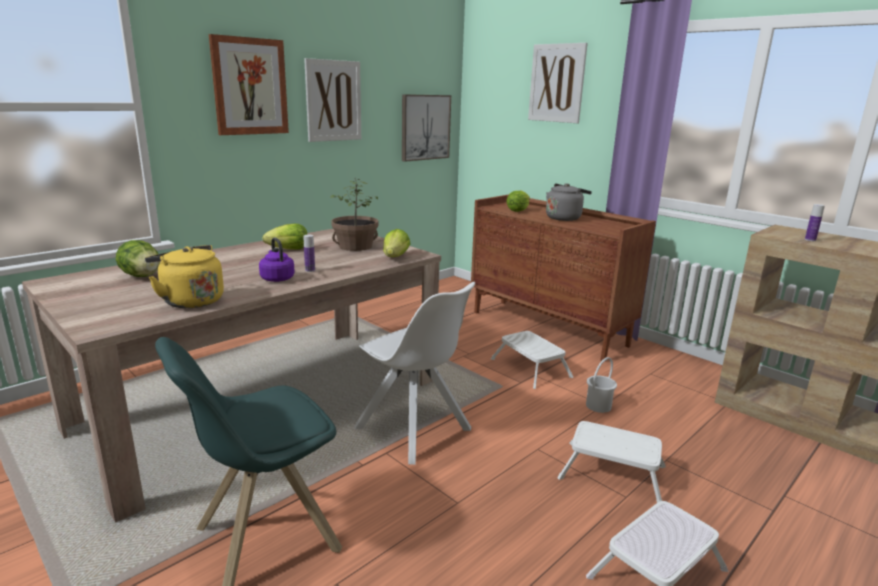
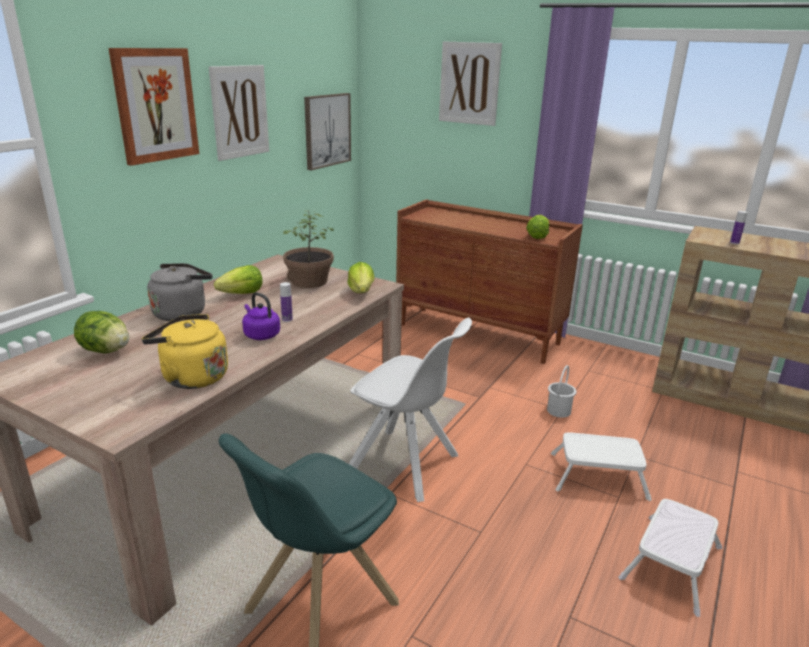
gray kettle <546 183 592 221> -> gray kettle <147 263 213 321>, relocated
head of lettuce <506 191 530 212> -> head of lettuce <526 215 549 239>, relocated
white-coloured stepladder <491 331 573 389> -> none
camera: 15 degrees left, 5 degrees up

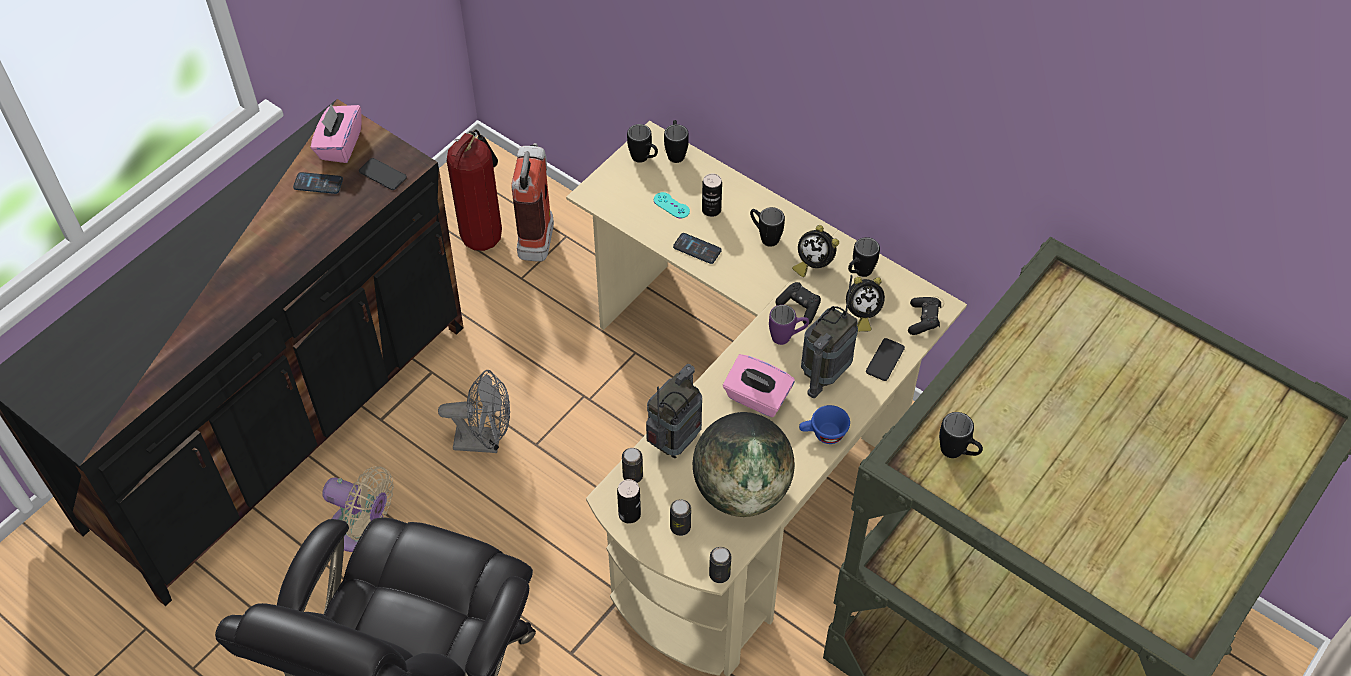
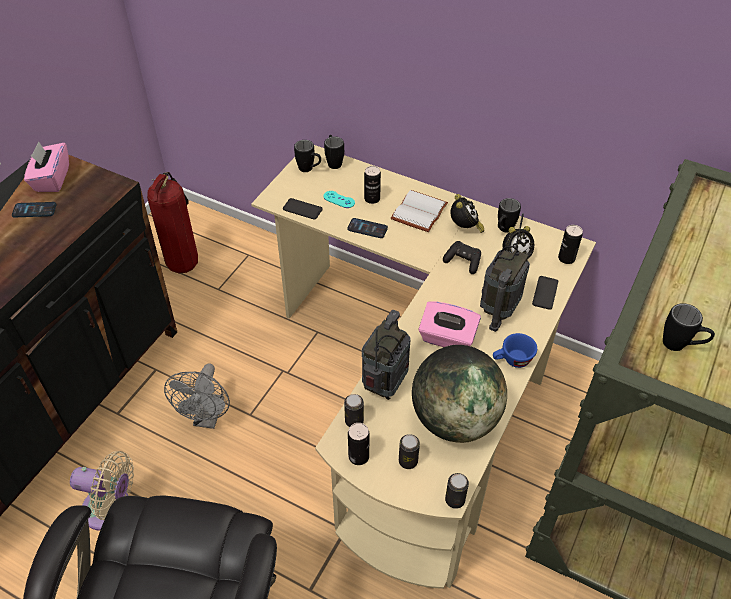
gray electric fan <438 370 510 453> -> gray electric fan <164 364 230 429>, 105 degrees clockwise
handset <359 158 407 190> -> handset <283 198 323 219>, relocated
black coffee mug <750 207 785 247> -> white-coloured bound book <391 190 448 232>
alarm clock <792 225 839 277> -> alarm clock <450 194 485 233>, 120 degrees counterclockwise
black gamepad <908 297 941 335> -> metal can <558 225 583 264>
fire-fighting cylinder <511 143 554 262> -> none
purple coffee mug <769 305 809 345> -> none
camera: 10 degrees left, 5 degrees down

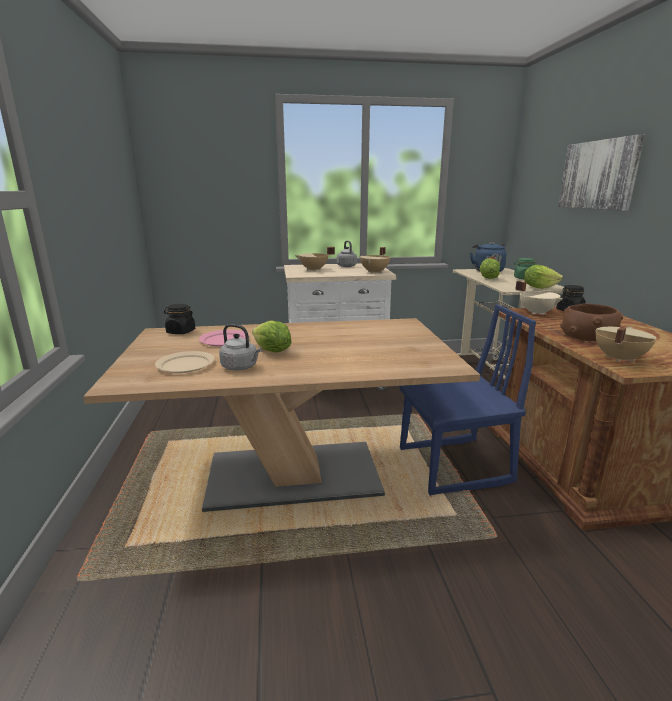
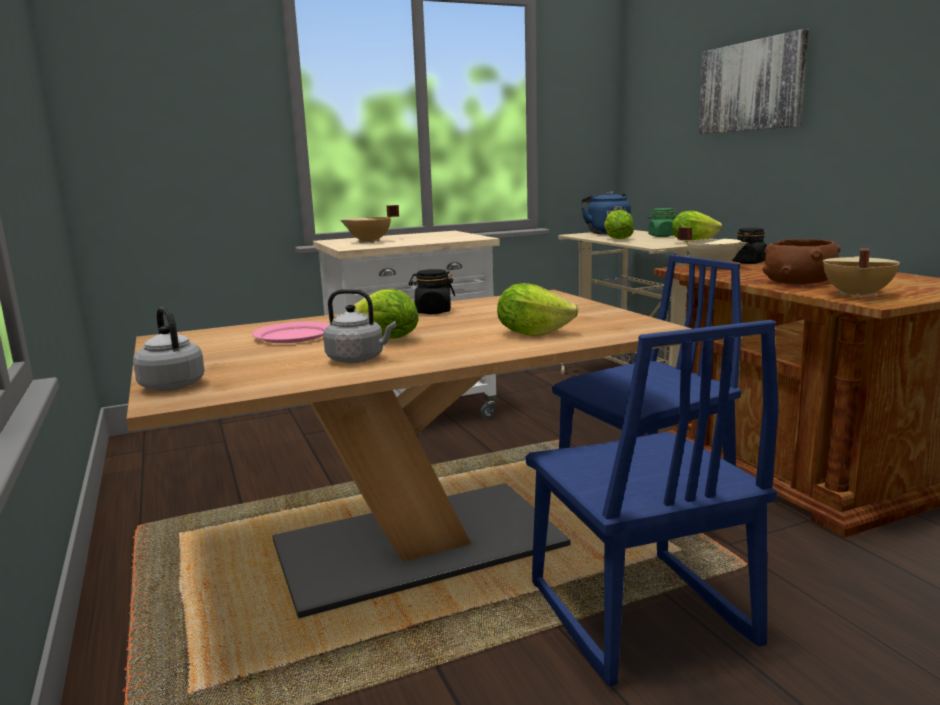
gray kettle <337 241 357 267> -> gray kettle <133 307 205 391>, relocated
black preserve jar <164 304 195 334> -> black preserve jar <409 269 455 314>, relocated
none -> head of lettuce <497 283 579 336>
none -> blue plain chair <525 320 779 687>
beige dinner plate <155 351 215 373> -> none
beige cooking pot <360 247 390 273> -> none
camera: 15 degrees left, 5 degrees down

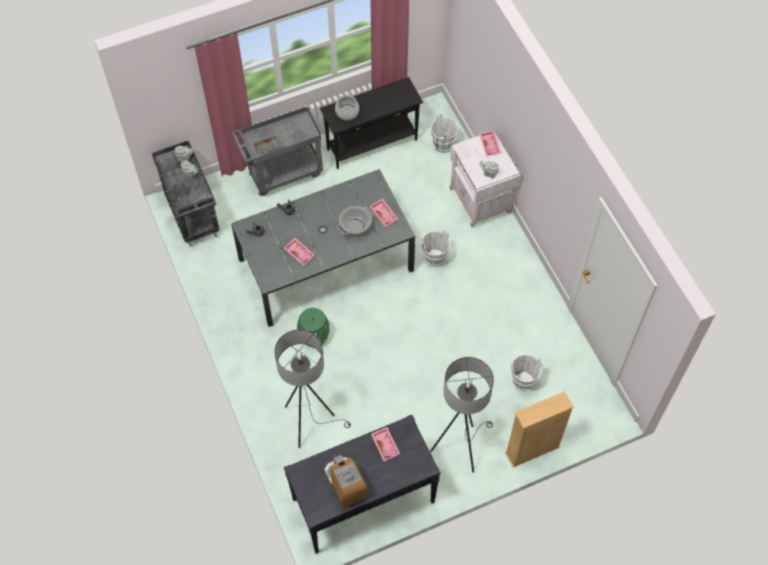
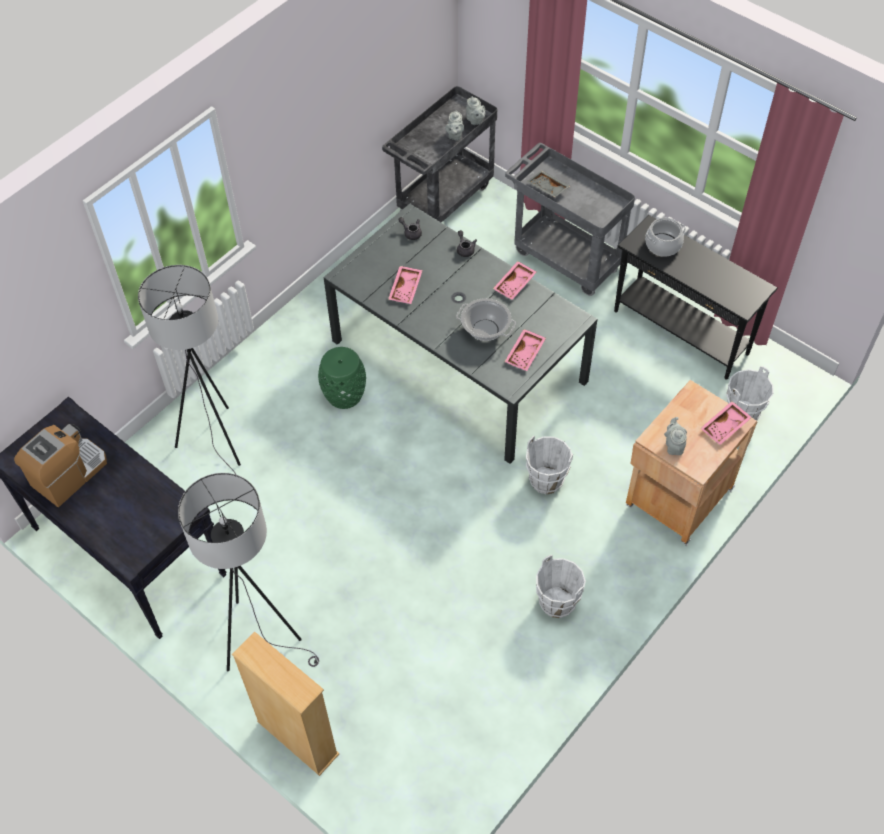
pink serving tray <371 427 400 461> -> pink serving tray <493 261 536 300>, relocated
white-coloured pail <511 354 542 391> -> white-coloured pail <536 555 586 618>, relocated
white-coloured trolley <449 133 520 228> -> brown-coloured trolley <626 380 758 547>
camera: 65 degrees right, 5 degrees down

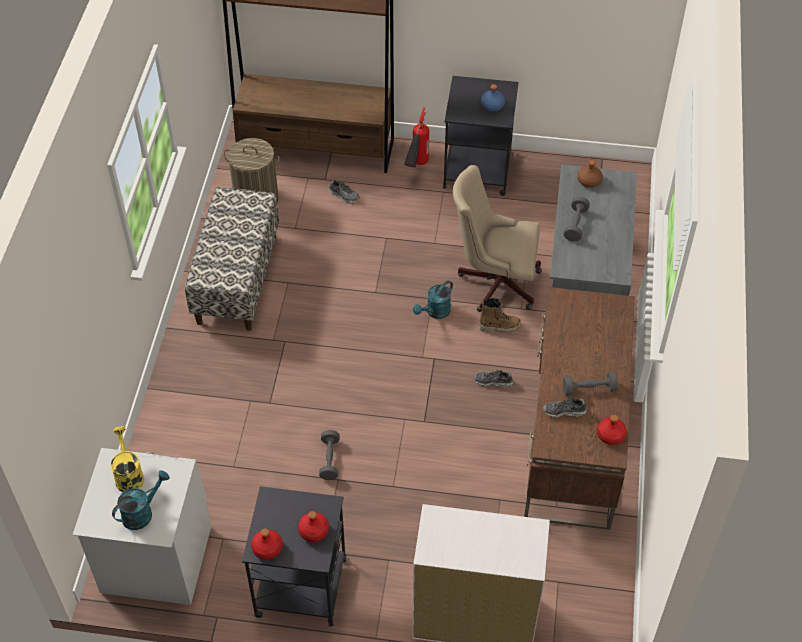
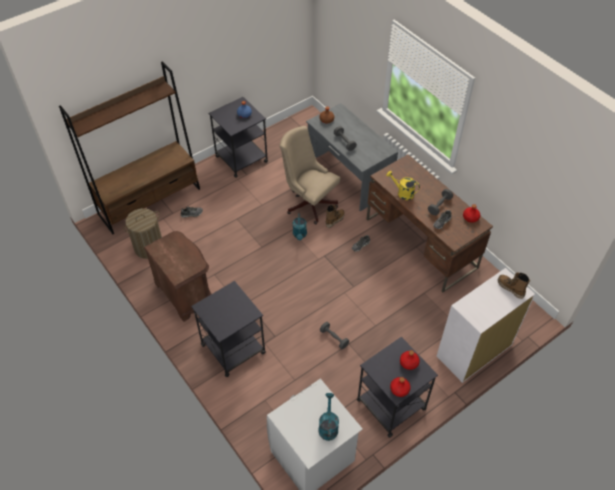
bench <185 187 279 331> -> brown-coloured bedside table <144 231 212 322>
none -> black trolley <191 281 266 377>
beige computer chair <453 165 542 312> -> beige computer chair <279 126 340 224>, 75 degrees clockwise
yellowish sprinkling can <111 426 144 492> -> yellowish sprinkling can <386 171 420 200>, relocated
none -> tall boot <497 272 530 299>
fire-fighting cylinder <404 107 429 167> -> none
camera: 45 degrees left, 0 degrees up

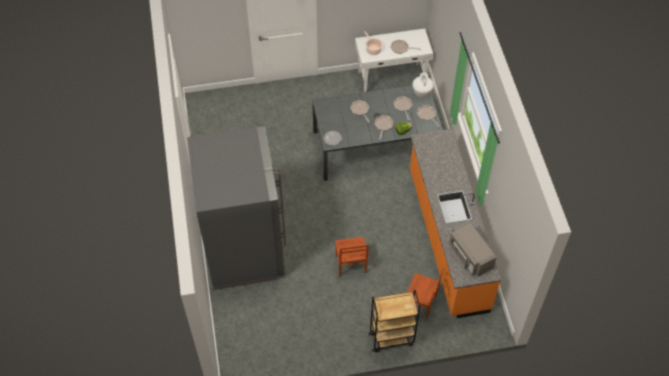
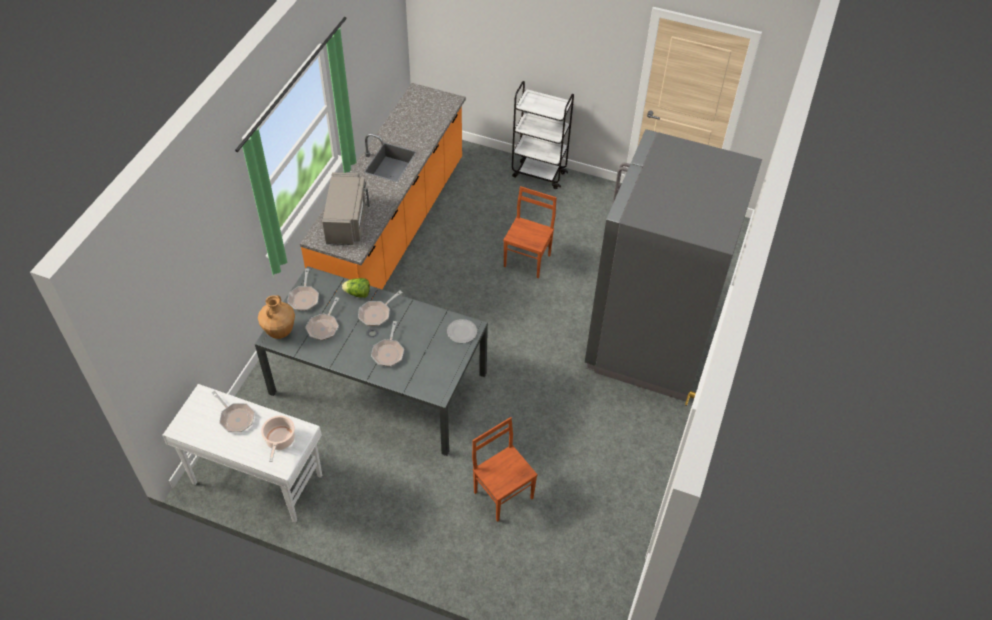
white-coloured flower vase <412 72 434 98> -> brown-coloured flower vase <258 295 295 339>
gray kitchen microwave <449 221 497 276> -> gray kitchen microwave <322 172 370 245>, relocated
brown-coloured plain chair <407 268 444 319> -> brown-coloured plain chair <472 417 538 522>, relocated
brown-coloured trolley <368 290 420 352> -> white-coloured trolley <512 81 574 189>
camera: 150 degrees left, 5 degrees down

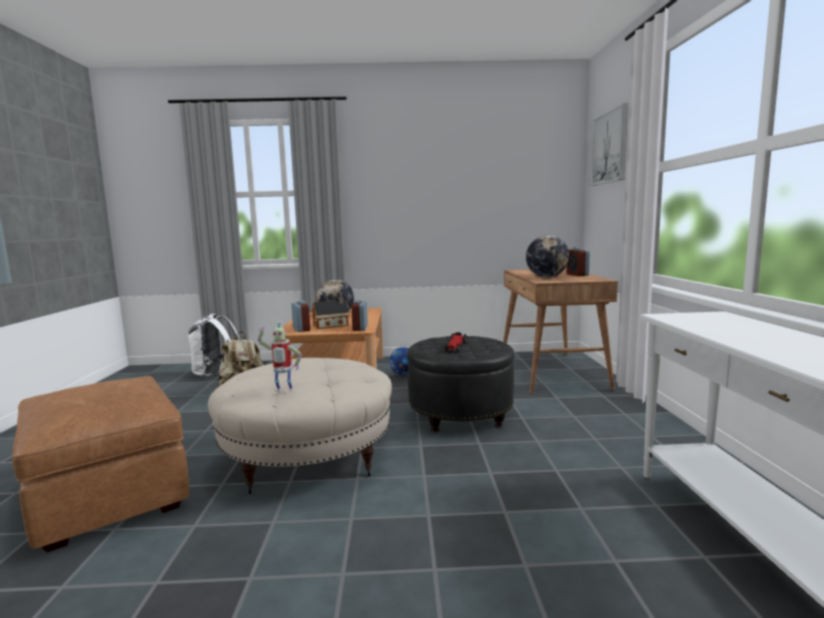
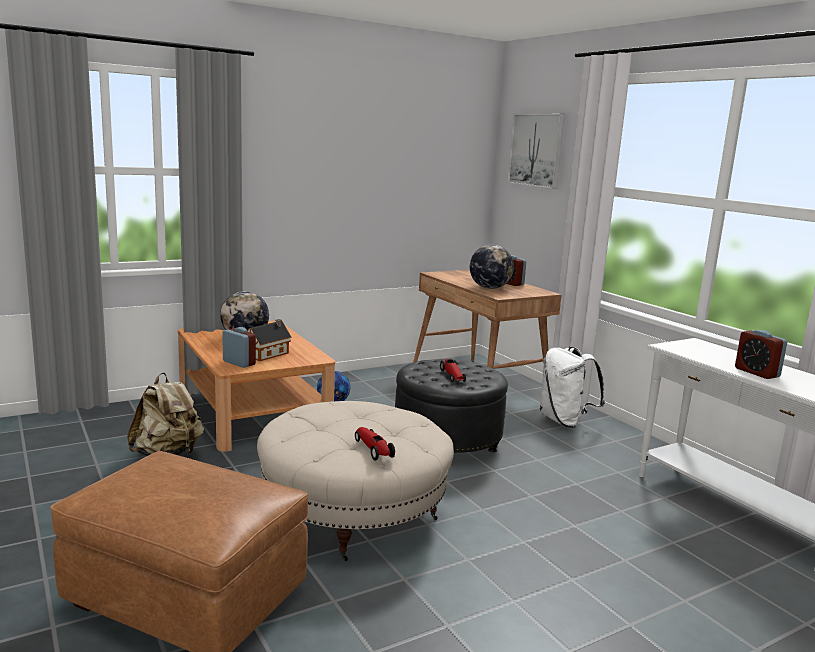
robot figure <257 321 302 392> -> miniature car <355 427 395 461>
white-coloured backpack <188 314 240 378> -> white-coloured backpack <540 347 605 428>, relocated
alarm clock <351 300 368 331> -> alarm clock <735 330 787 379>, relocated
camera: 30 degrees left, 5 degrees up

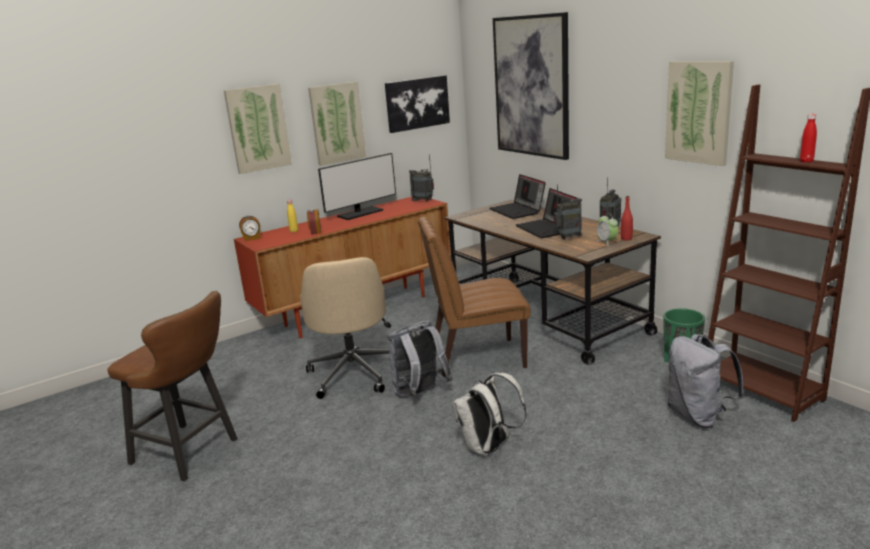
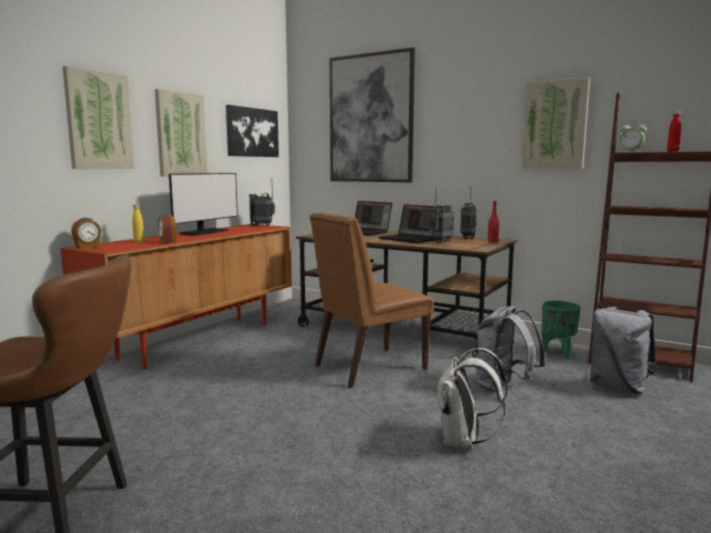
gray backpack <387 321 453 398> -> gray backpack <476 306 545 391>, relocated
alarm clock <597 213 618 246> -> alarm clock <618 121 647 153>, relocated
beige computer chair <300 257 391 399> -> none
camera: 25 degrees left, 10 degrees down

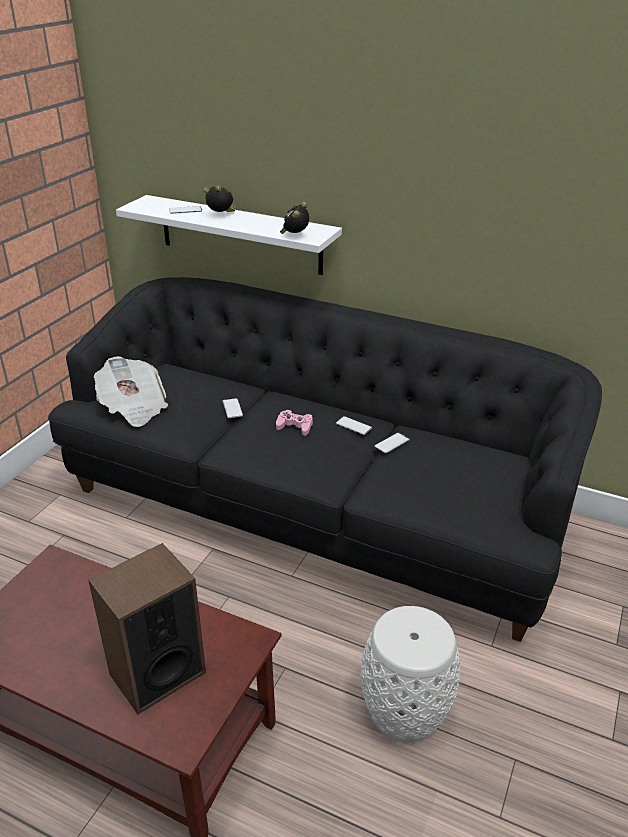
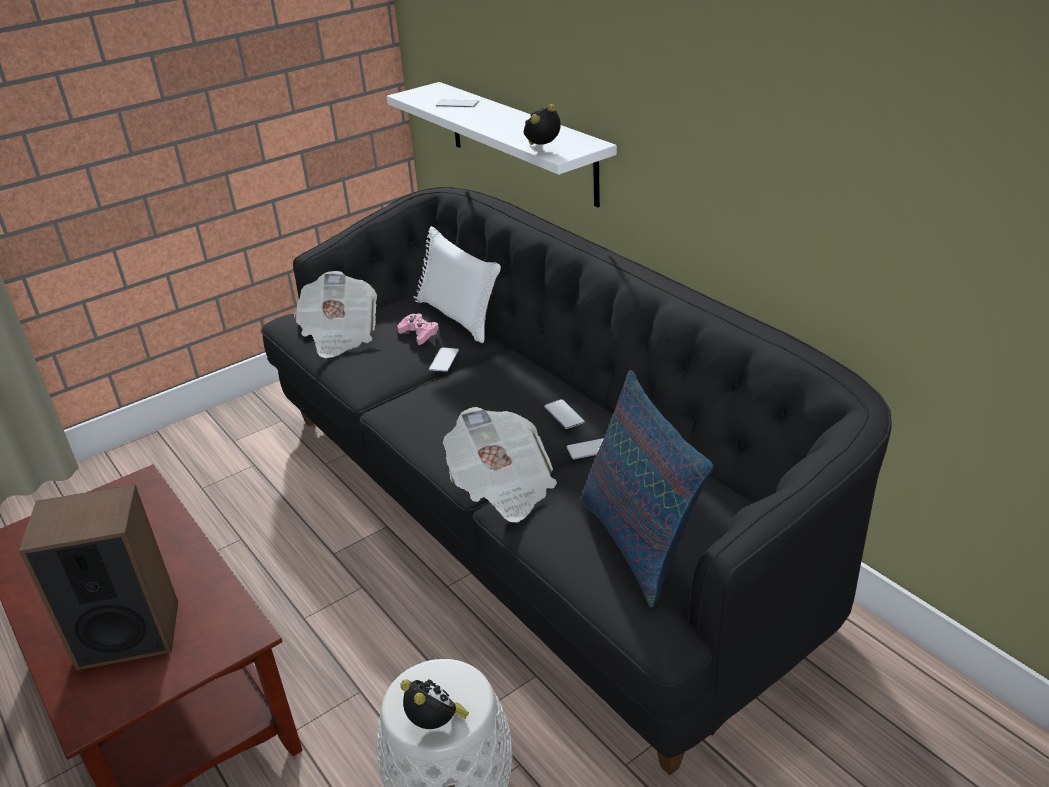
pink gamepad <276 410 313 436> -> pink gamepad <397 313 440 345>, relocated
alarm clock <203 185 236 212> -> alarm clock <400 679 469 729>, relocated
none -> white-coloured throw pillow <413 226 501 343>
none -> printed paper <443 407 557 522>
none -> blue throw pillow <580 370 714 608>
camera: 30 degrees right, 0 degrees up

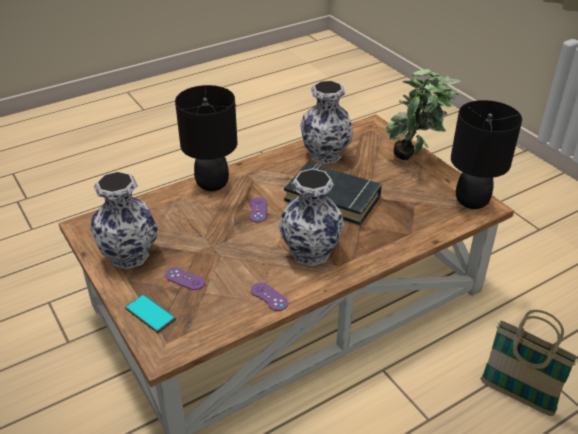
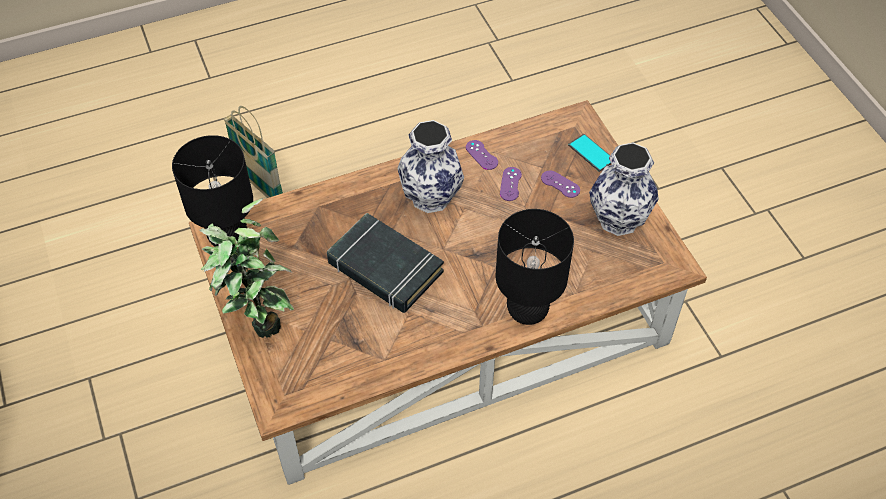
purple gamepad <250 197 267 223> -> purple gamepad <500 167 522 201>, relocated
flower vase <300 81 353 164> -> none
camera: 170 degrees left, 15 degrees up

